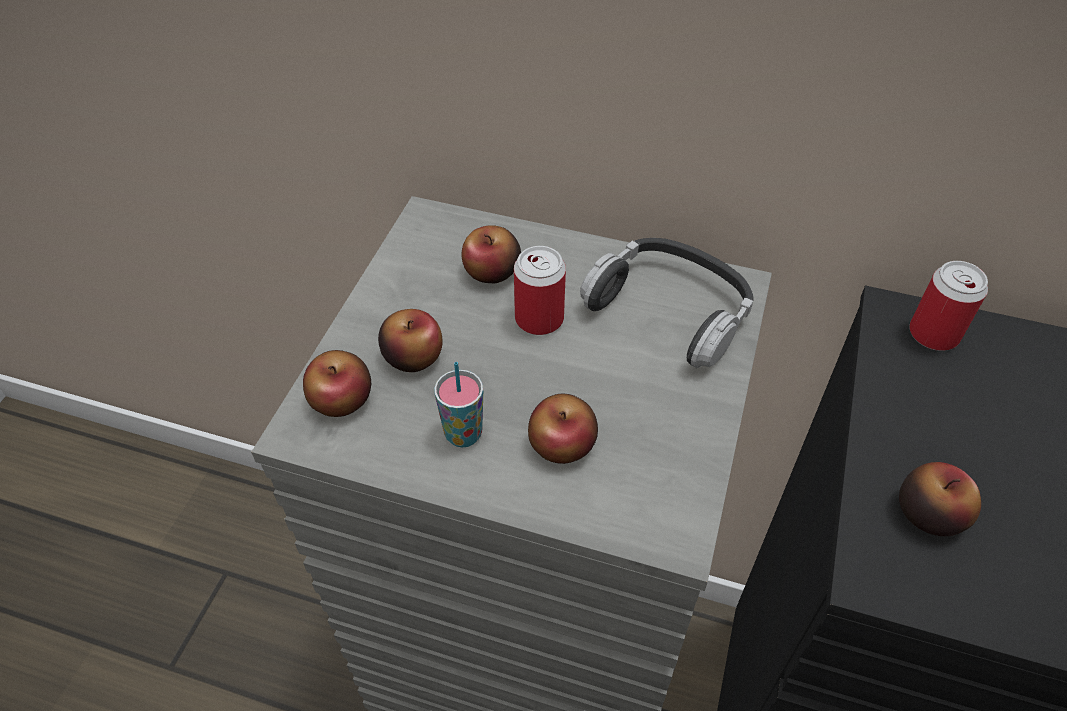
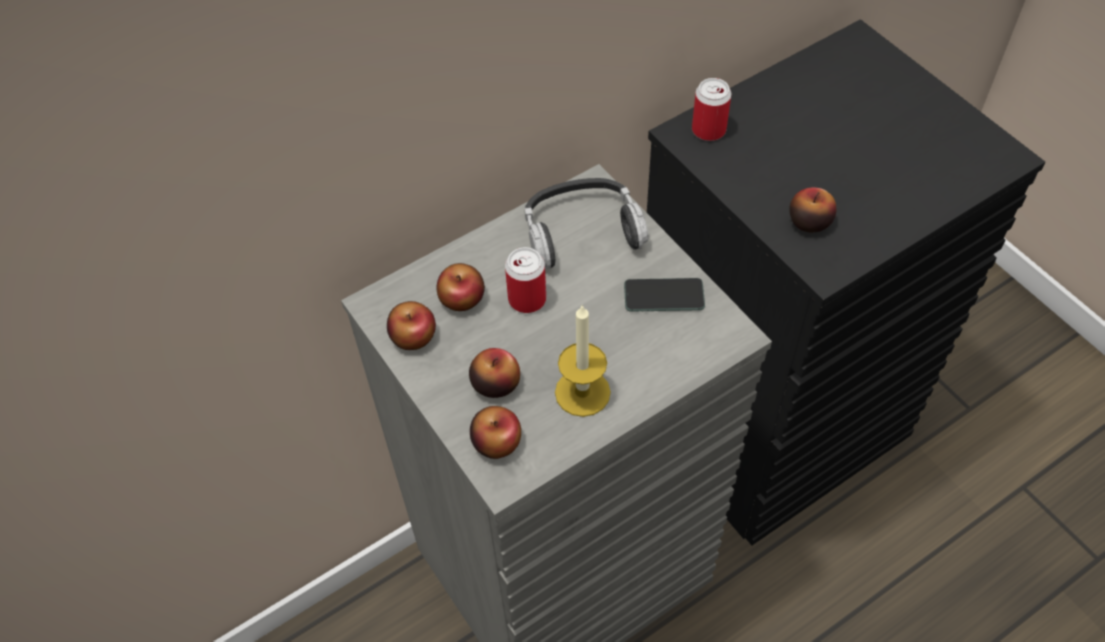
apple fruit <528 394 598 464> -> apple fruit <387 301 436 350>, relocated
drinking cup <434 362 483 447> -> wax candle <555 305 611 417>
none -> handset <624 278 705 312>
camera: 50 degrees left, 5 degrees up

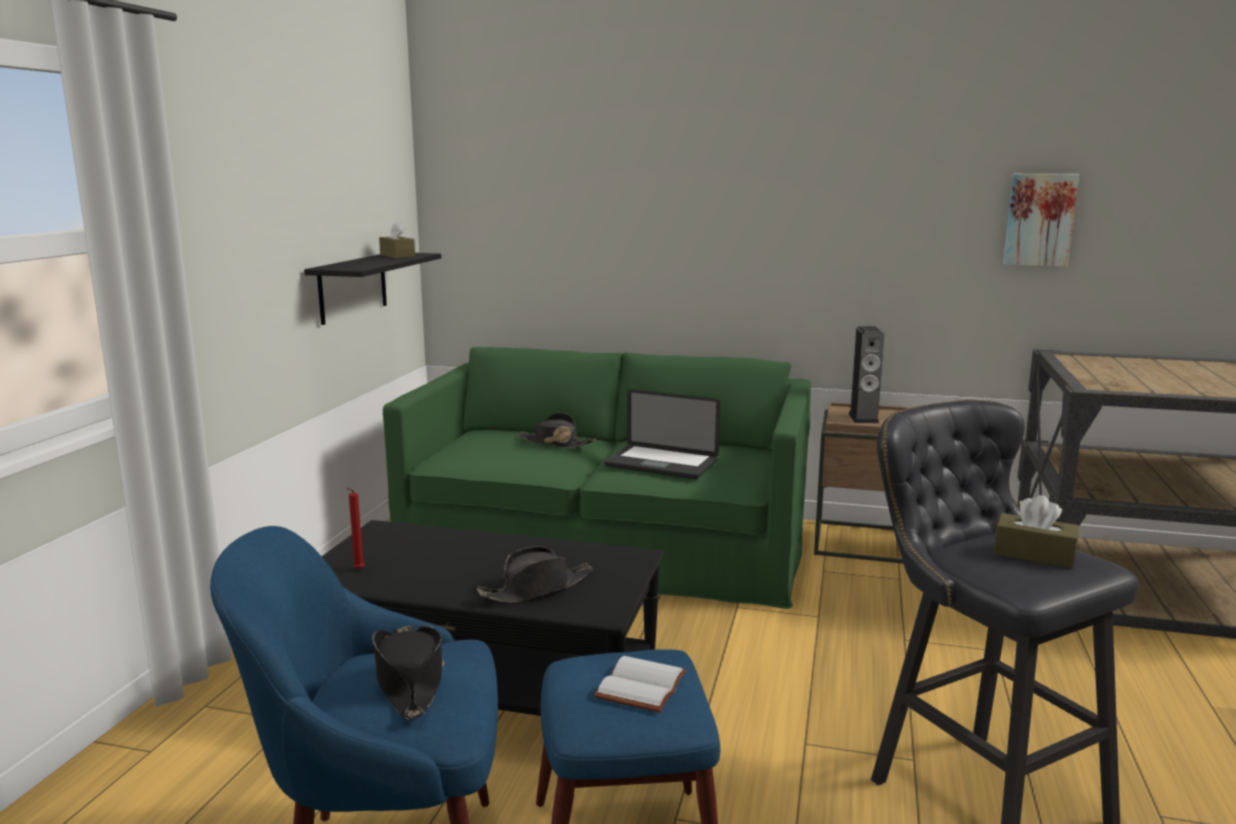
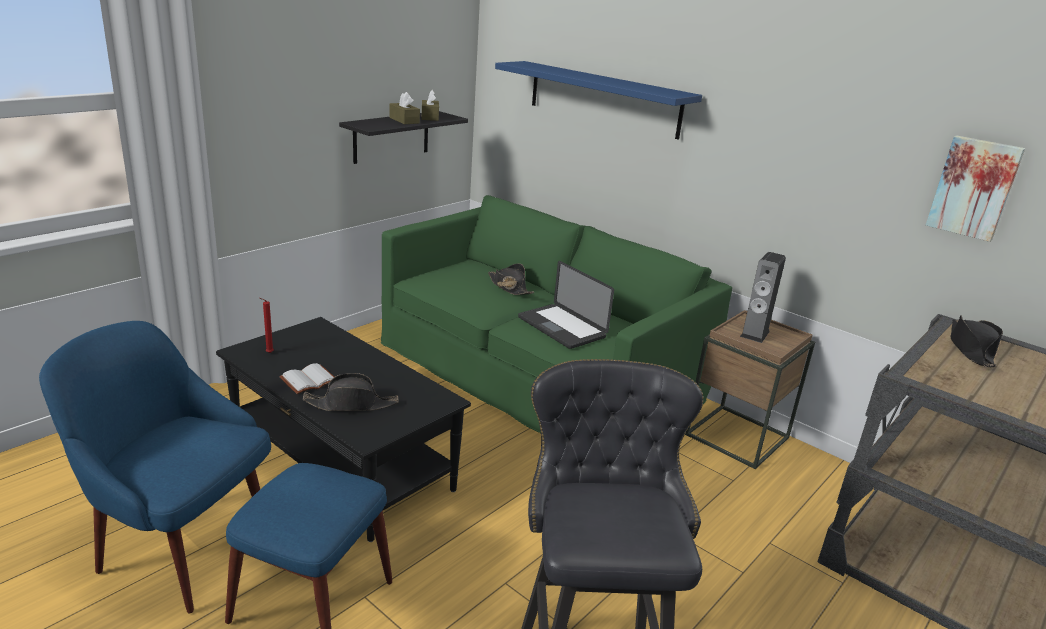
white-coloured bound book <594 656 687 712> -> white-coloured bound book <279 363 334 394>, relocated
brown-coloured tissue holder <994 495 1079 568> -> brown-coloured tissue holder <389 92 420 124>, relocated
none -> blue wall shelf <495 61 702 140>
black clothing hat <373 625 444 719> -> black clothing hat <950 316 1003 367>, relocated
camera: 25 degrees right, 10 degrees up

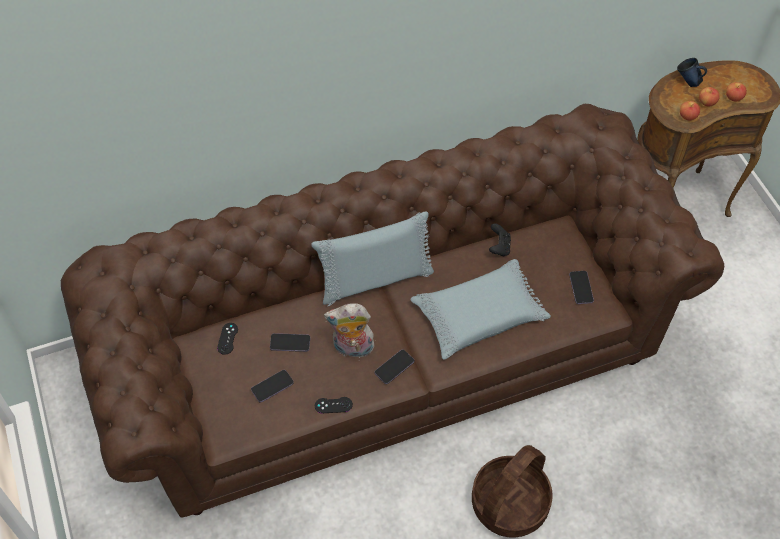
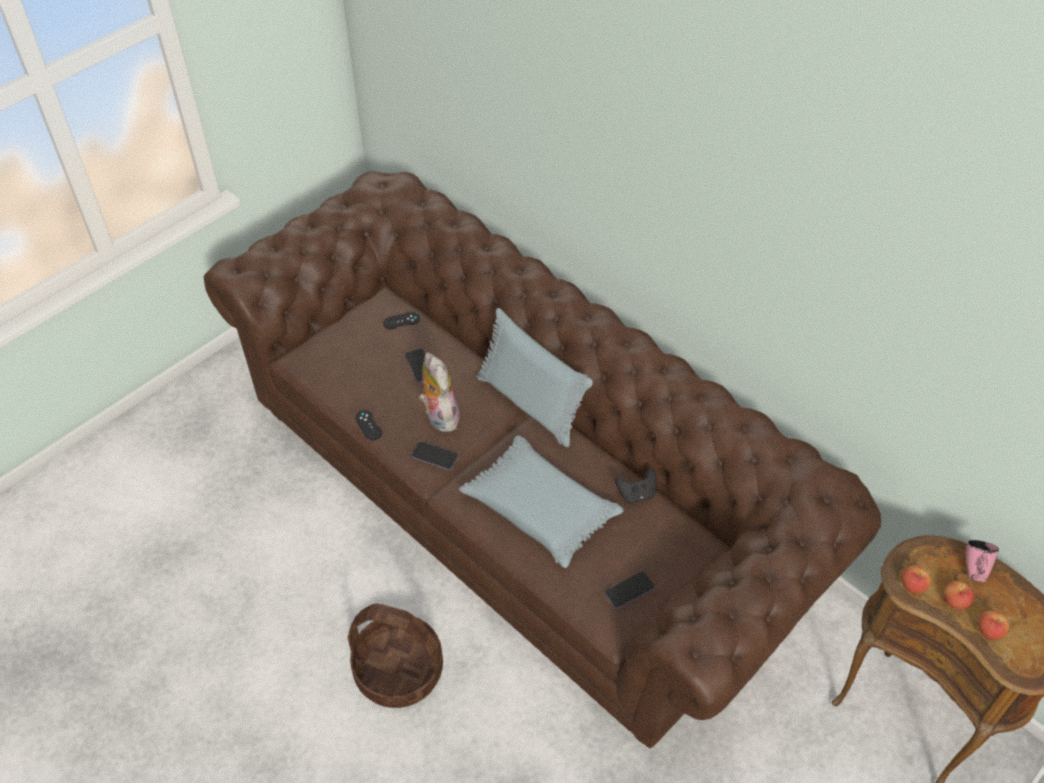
blue coffee mug <677 58 707 87> -> pink coffee mug <966 540 999 582>
handset <251 370 294 403> -> none
camera: 65 degrees right, 5 degrees down

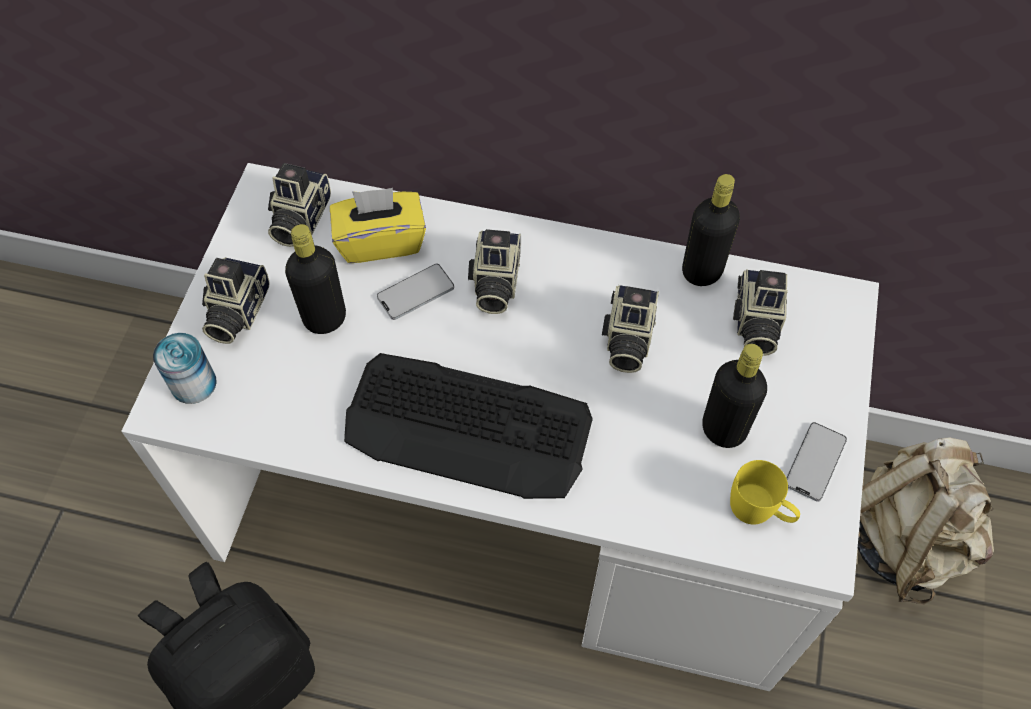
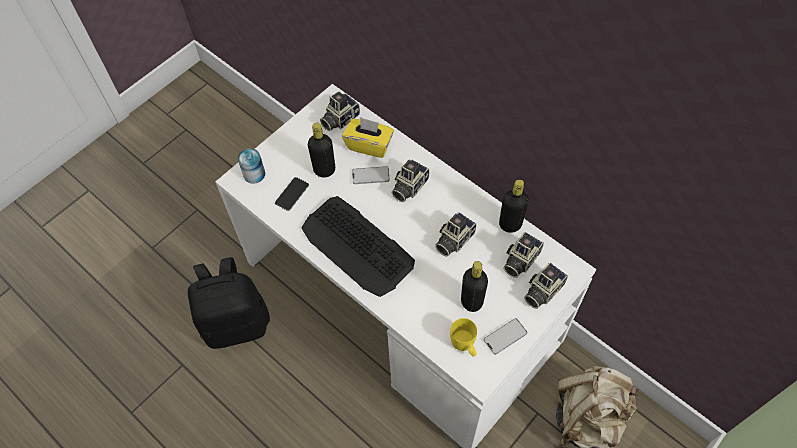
none -> handset <275 177 309 211>
still camera <202 257 270 344> -> still camera <524 263 568 309>, relocated
camera: 30 degrees right, 0 degrees up

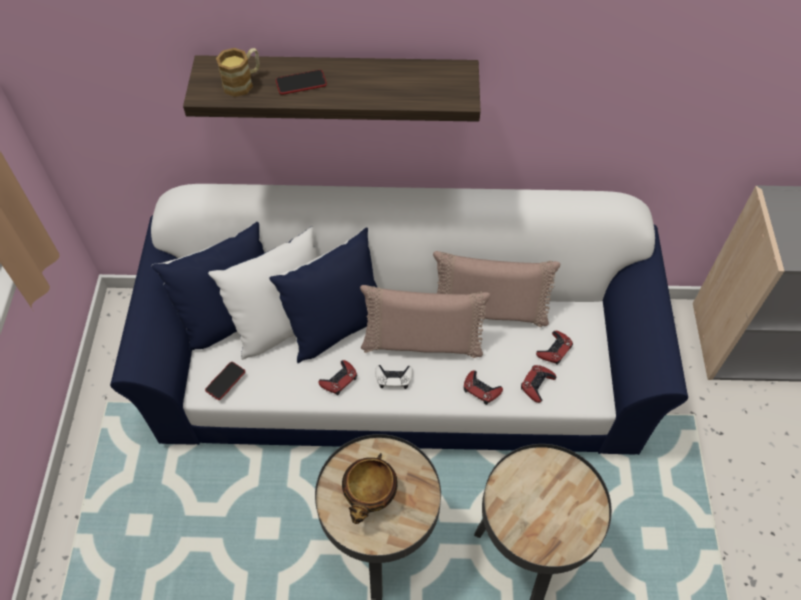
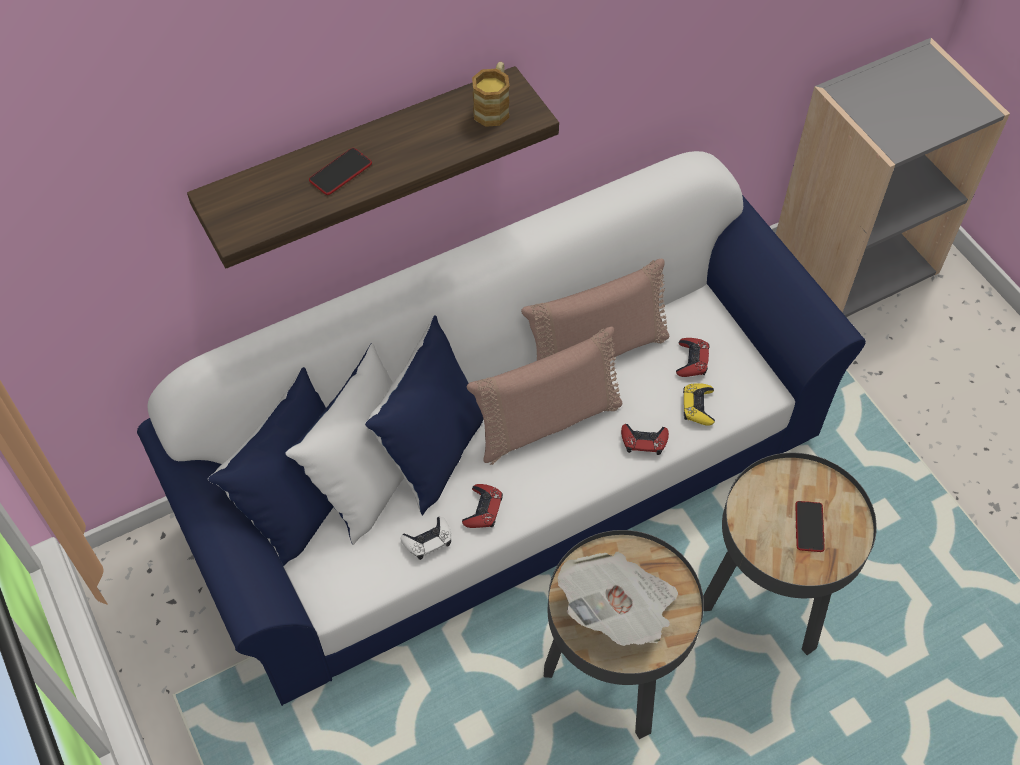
white-coloured gamepad <375 365 413 389> -> white-coloured gamepad <400 517 451 560>, relocated
coffee mug <216 48 260 97> -> coffee mug <472 62 509 127>, relocated
serving bowl <342 453 398 524> -> printed paper <558 552 678 646>
red-coloured gamepad <521 365 556 403> -> yellowish gamepad <683 383 715 426>
handset <205 362 245 400> -> handset <795 501 825 552>, relocated
camera: 30 degrees left, 0 degrees up

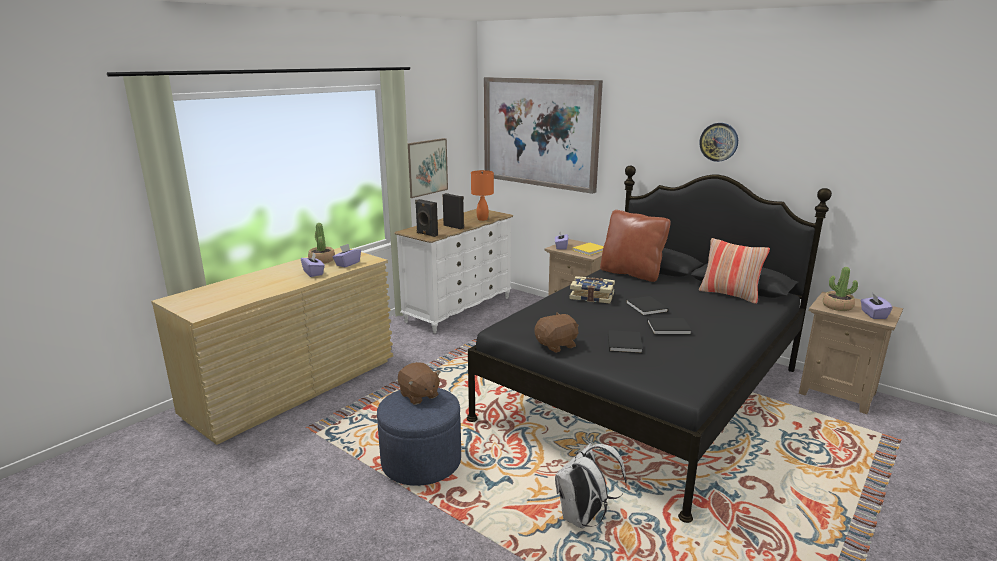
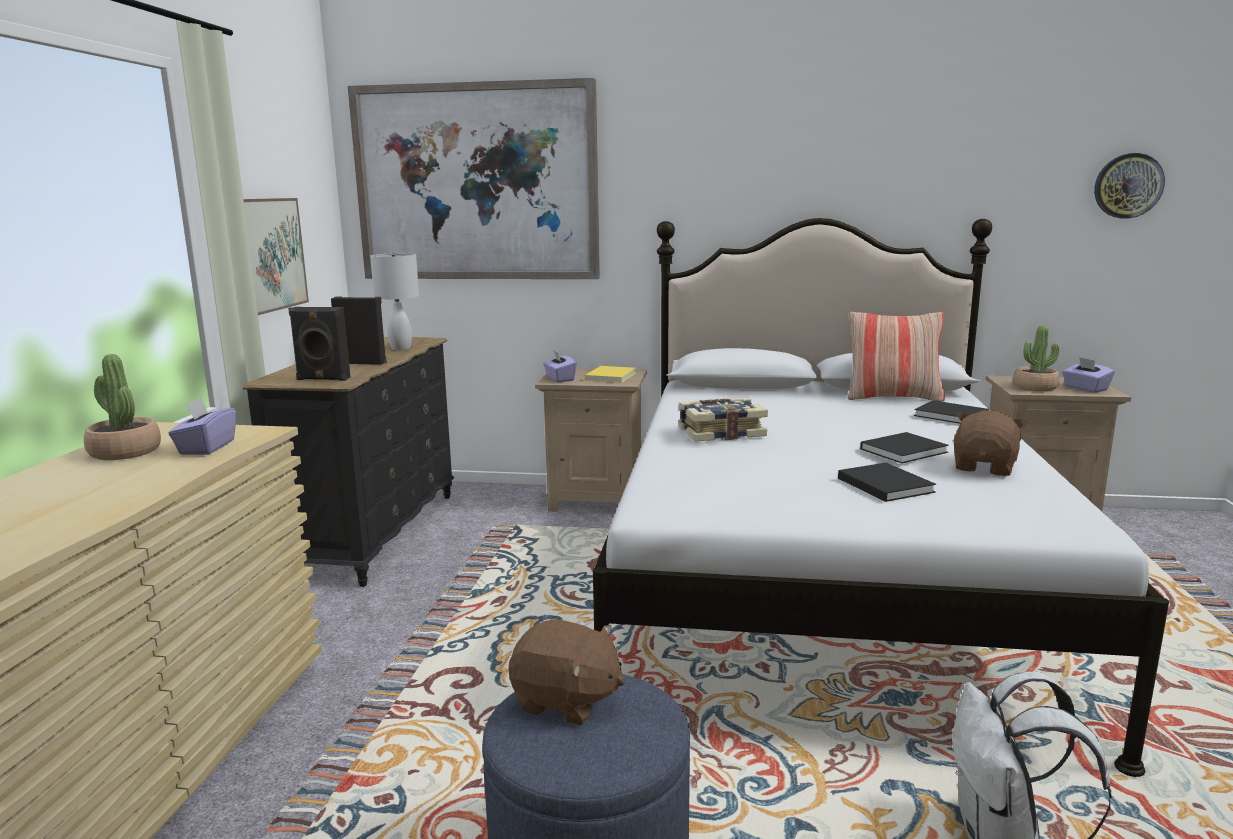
white-coloured dresser <394 209 513 334> -> black dresser <242 337 454 587>
orange-coloured table lamp <471 170 494 221> -> white-coloured table lamp <370 253 419 350>
black sleeping bed <467 166 832 523> -> white-coloured sleeping bed <593 218 1169 777>
black bound book <626 296 669 316> -> black bound book <914 400 989 424>, relocated
brown-coloured plush toy <535 313 579 353> -> brown-coloured plush toy <954 410 1027 476>, relocated
wall clock <699 123 738 162> -> wall clock <1094 153 1165 219>, relocated
purple tissue holder <301 253 325 277> -> none
brown-coloured throw pillow <600 210 671 282> -> none
camera: 30 degrees left, 5 degrees down

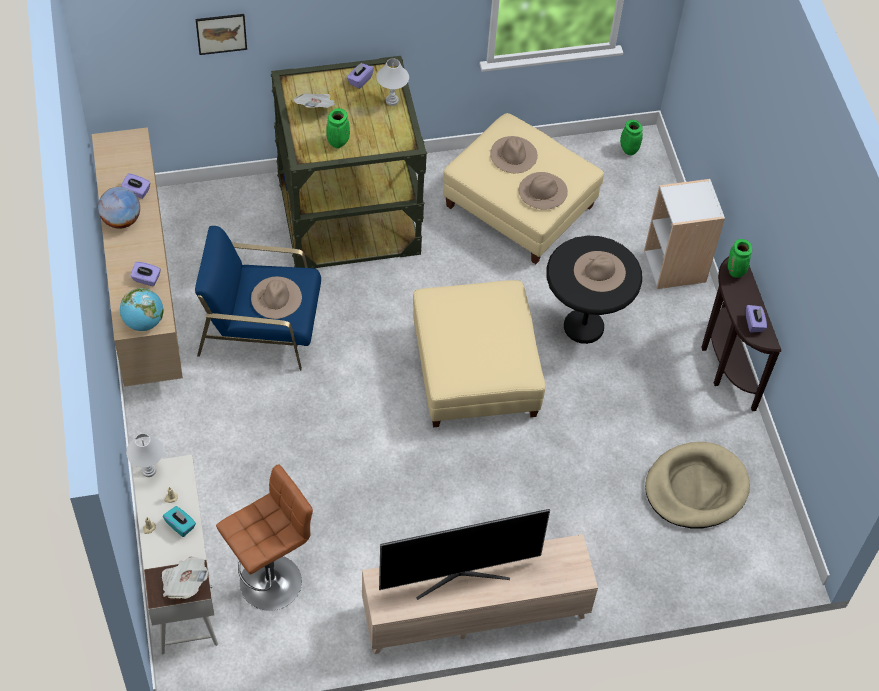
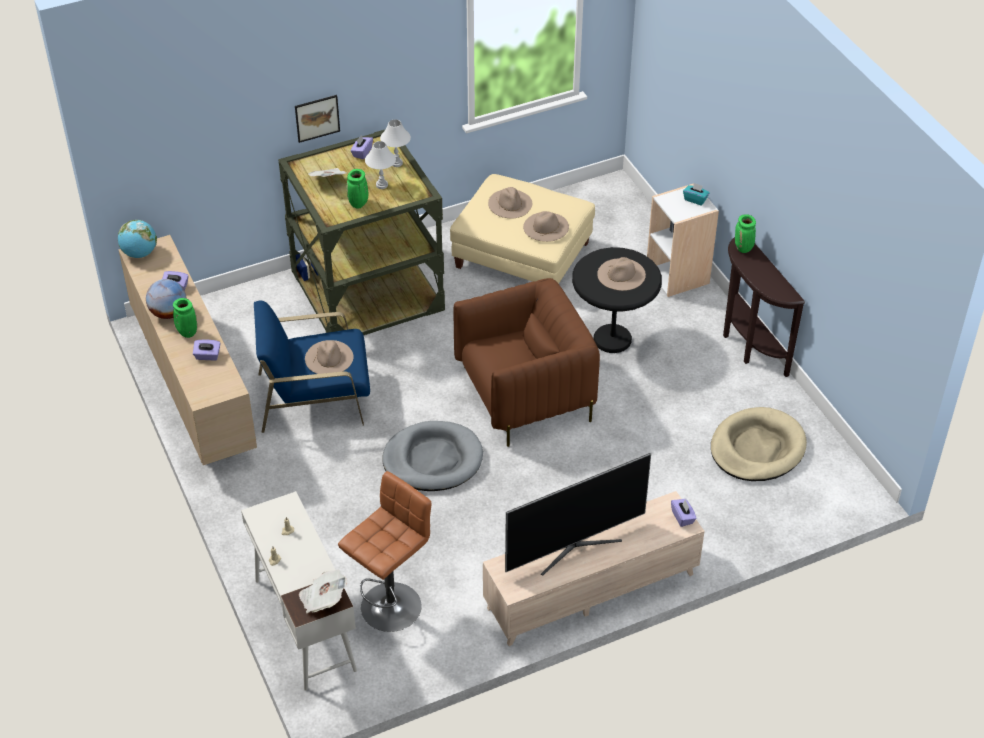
desk globe <120 288 164 331> -> desk globe <118 220 157 258>, relocated
green flower vase <620 120 643 155> -> green flower vase <173 298 197 338>, relocated
wall picture <196 14 247 55> -> wall picture <295 95 340 143>, relocated
white-coloured table lamp <126 433 164 477> -> white-coloured table lamp <365 141 396 189>, relocated
none -> gray pet bed <382 421 483 491>
beige footrest <413 280 546 427> -> brown-coloured easy chair <453 278 600 447>
purple tissue holder <746 305 767 333> -> purple tissue holder <671 499 697 527>, relocated
blue-green tissue holder <163 506 196 537> -> blue-green tissue holder <683 183 710 206>, relocated
camera: 10 degrees left, 10 degrees down

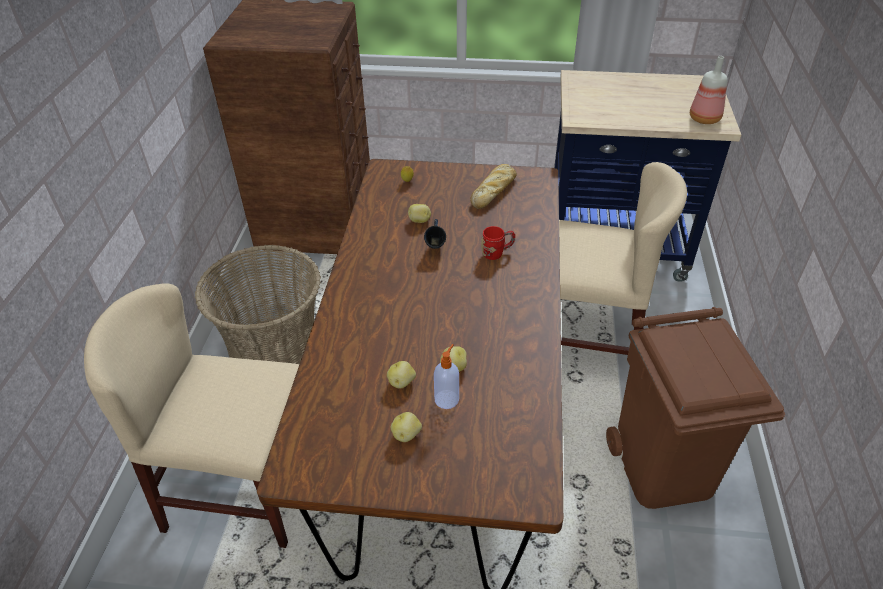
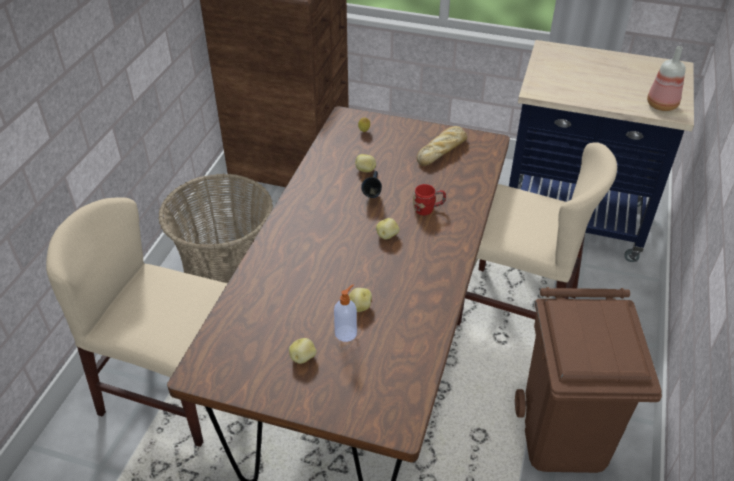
potato <387 361 416 389> -> potato <376 218 399 239>, relocated
camera: 10 degrees right, 0 degrees up

